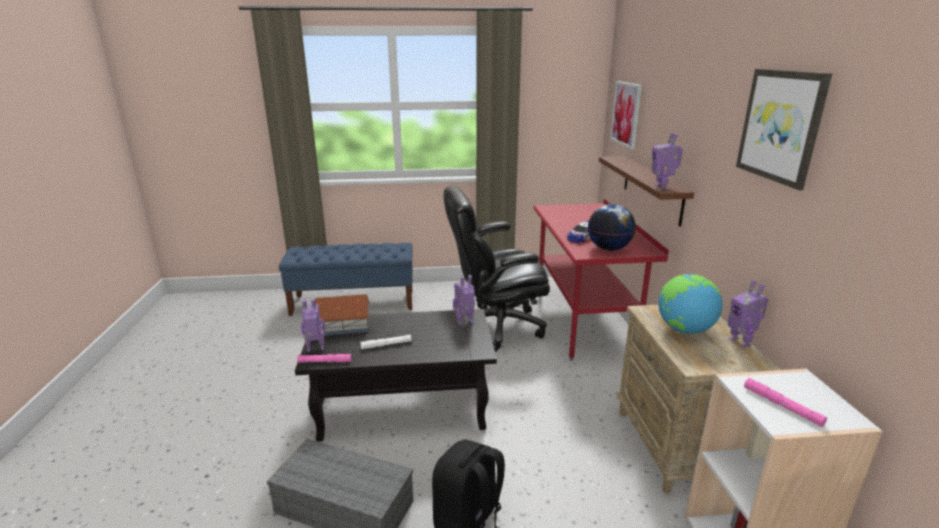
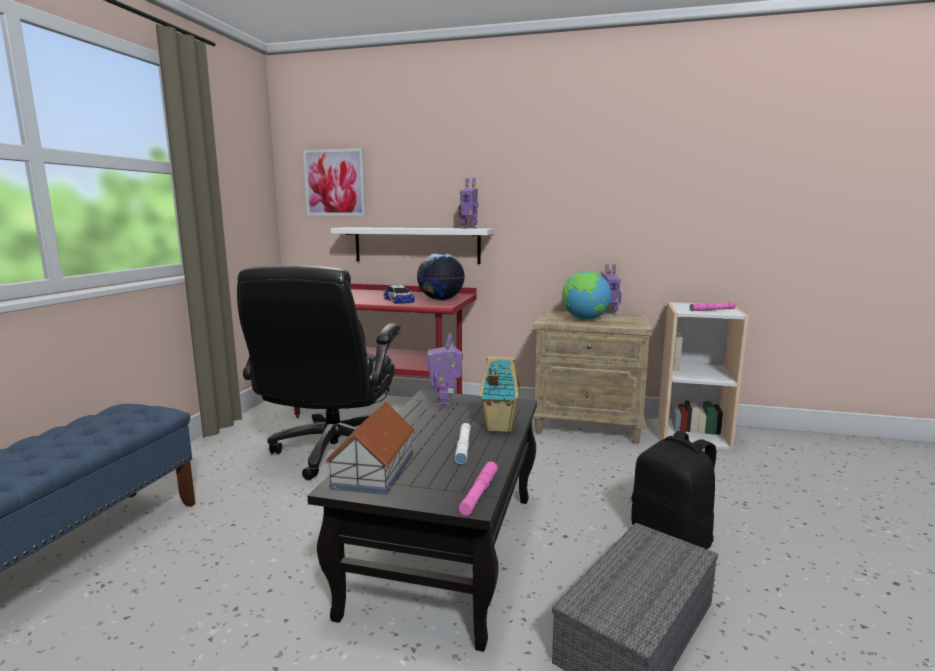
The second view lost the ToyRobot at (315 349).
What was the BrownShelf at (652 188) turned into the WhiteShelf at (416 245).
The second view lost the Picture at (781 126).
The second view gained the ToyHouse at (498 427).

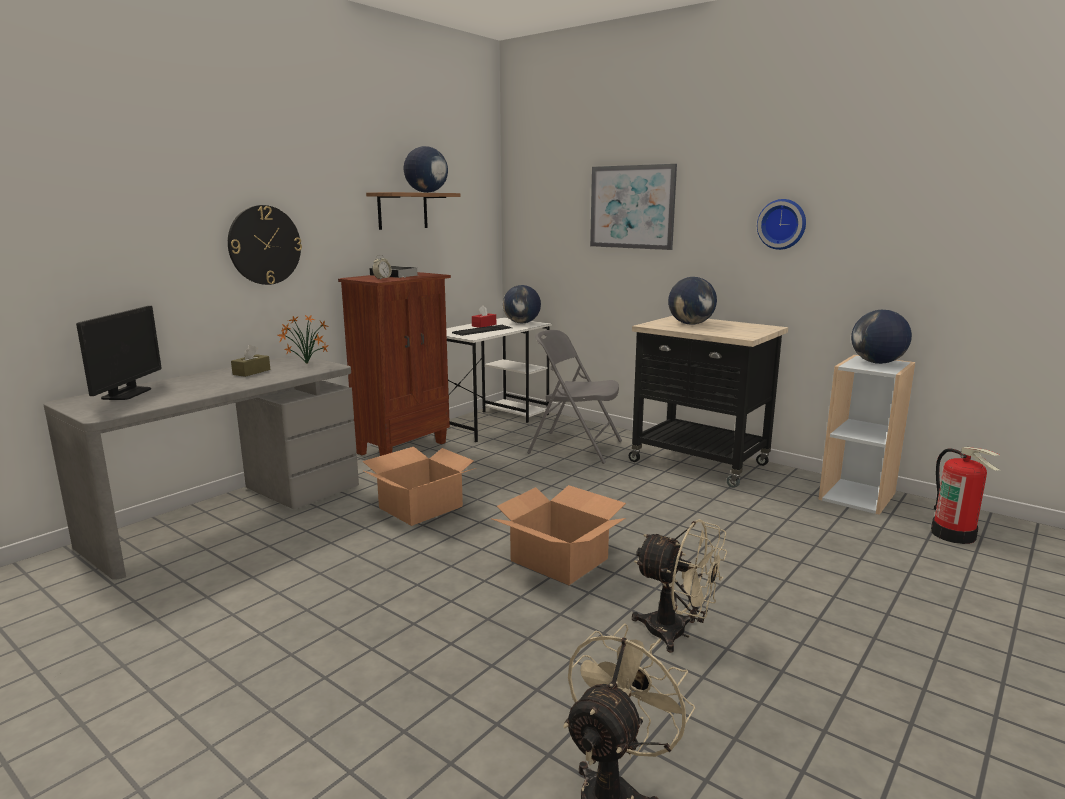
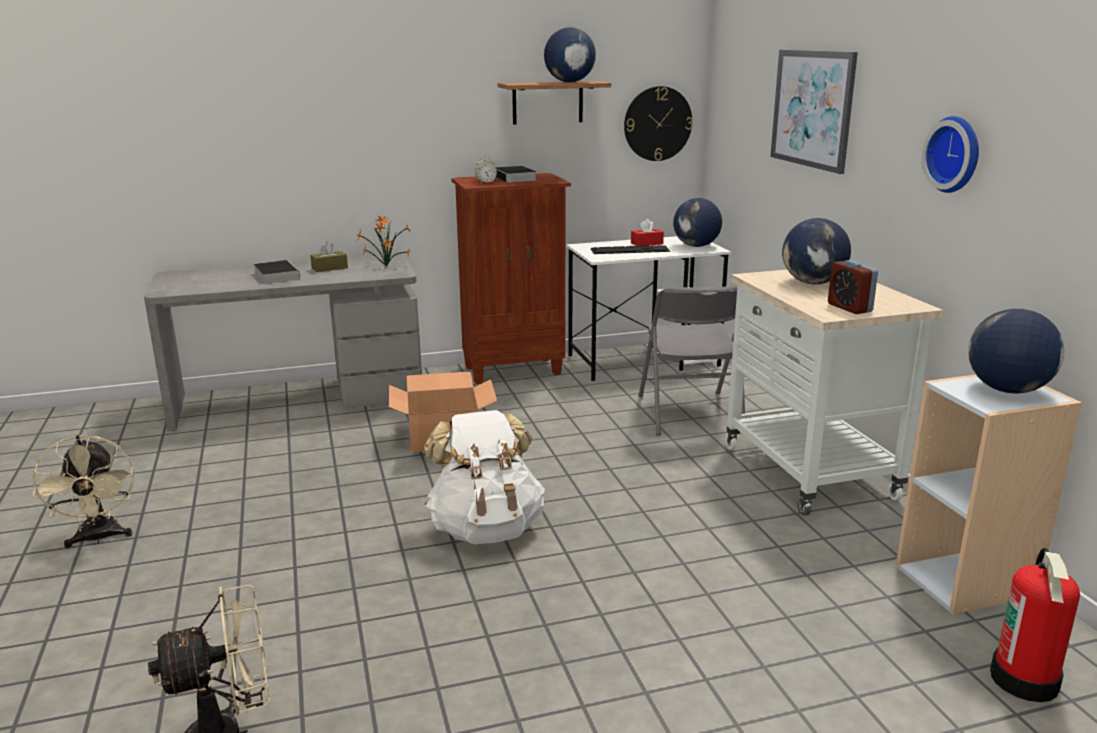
The second view lost the Monitor at (126 393).
The WallClock ended up elsewhere, having gone from (264 245) to (657 123).
Where the CardboardBox stood at (559 559), the WhiteBackpack came to stand at (486 528).
The GreyChair at (575 447) ended up facing another way, 150 degrees counterclockwise from before.
What was the BlackCart at (699 463) turned into the WhiteCart at (810 473).
The BeigeFan ended up elsewhere, having gone from (676 633) to (99 538).
The second view gained the Book at (275 275).
The second view gained the AlarmClock at (849 308).

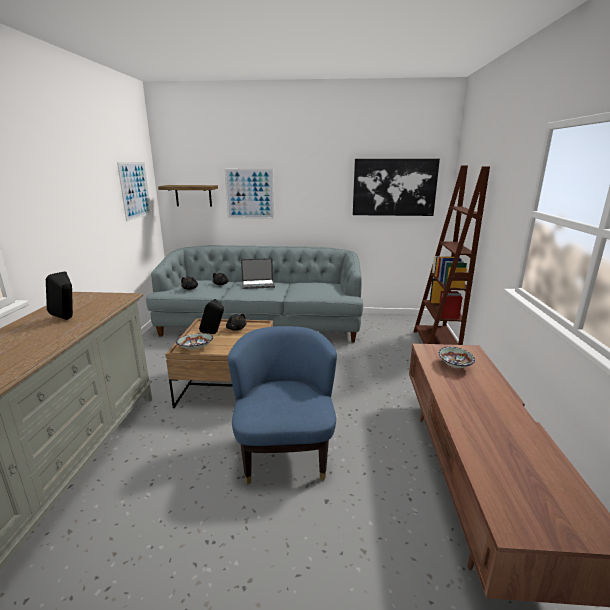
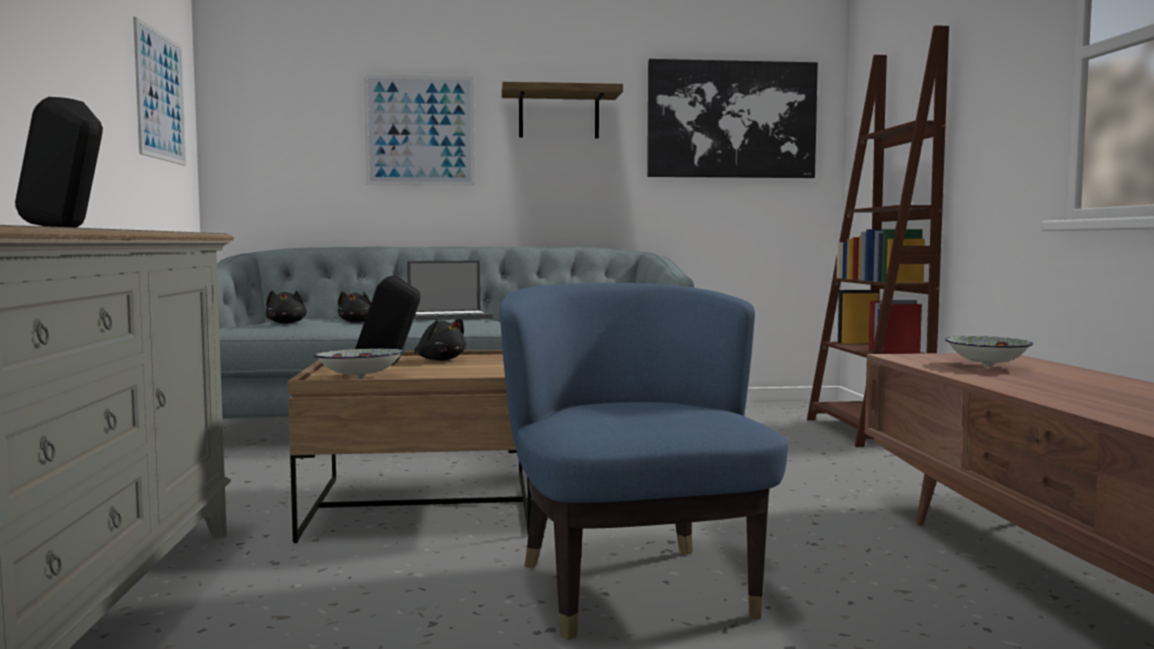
The Shelf ended up elsewhere, having gone from (193 195) to (559 114).

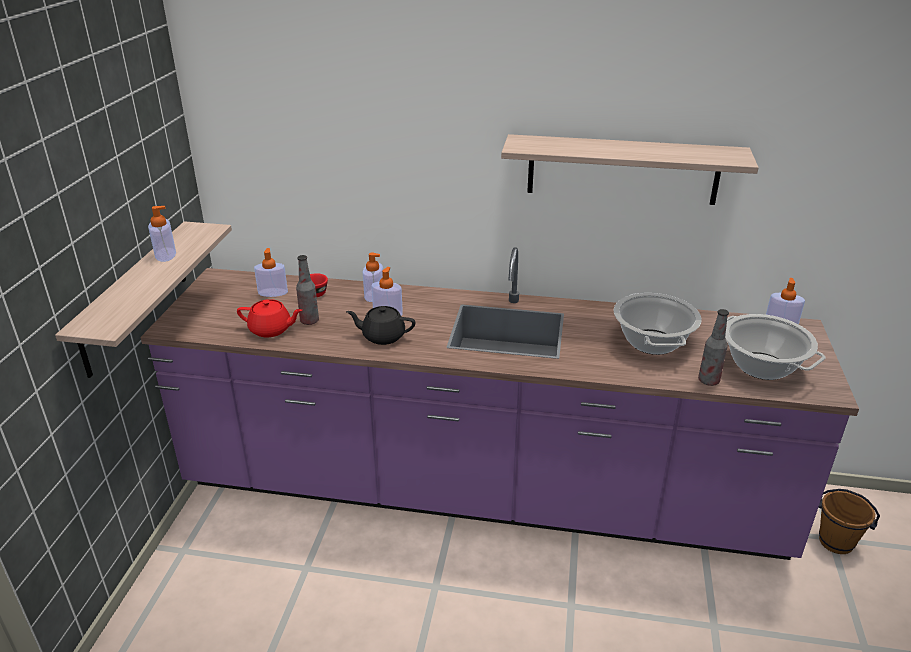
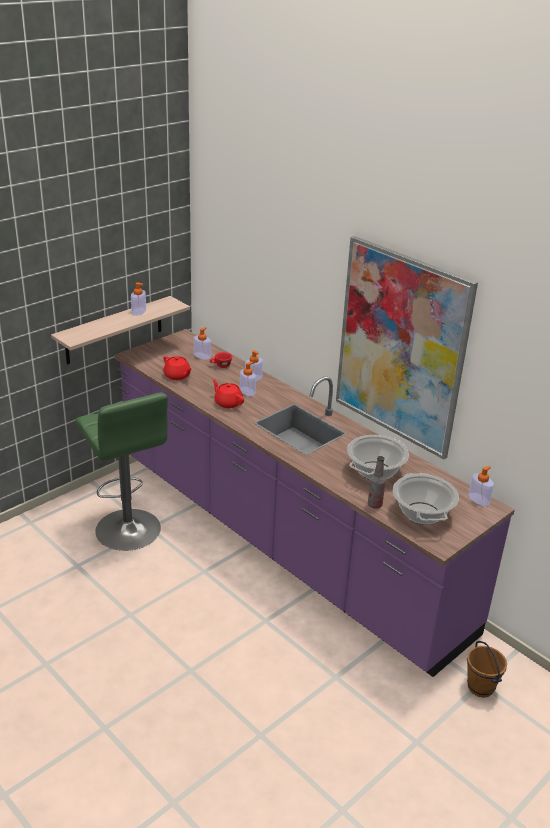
The second view lost the Bottle at (309 321).
What was the BlackTeapot at (382 336) turned into the RedTeapot at (228 403).
Where the Shelf hung at (622 169), the Picture came to hang at (400 347).
The second view gained the GreenStool at (127 530).

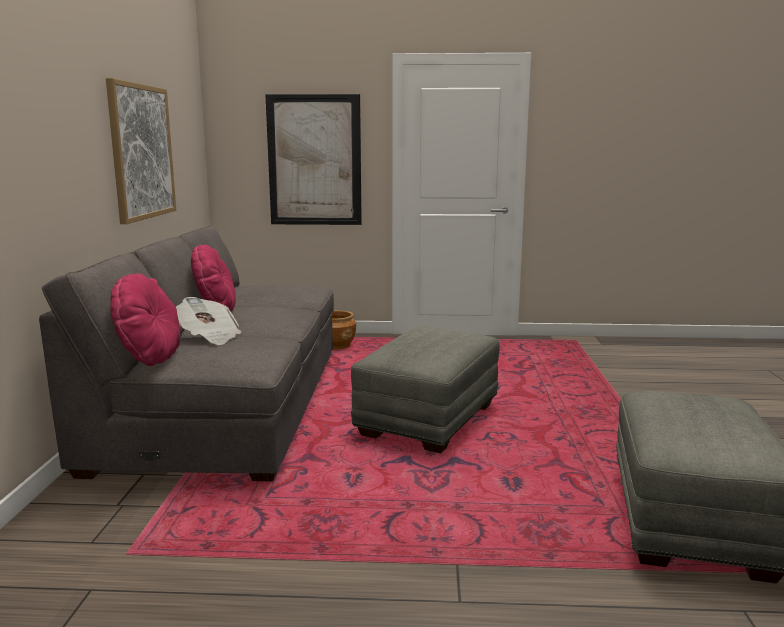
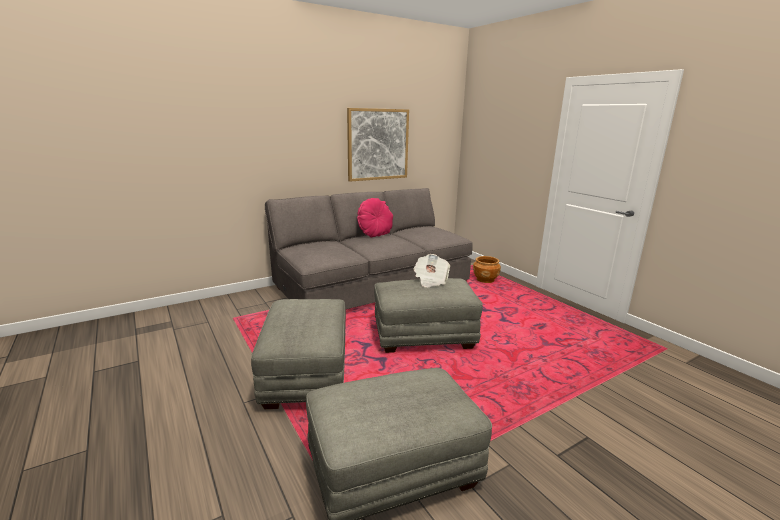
The second view lost the PinkPillow at (150 360).
The Newspaper ended up elsewhere, having gone from (209 337) to (430 280).
The second view lost the Picture at (314 160).
The second view gained the GreyOttoman at (305 375).

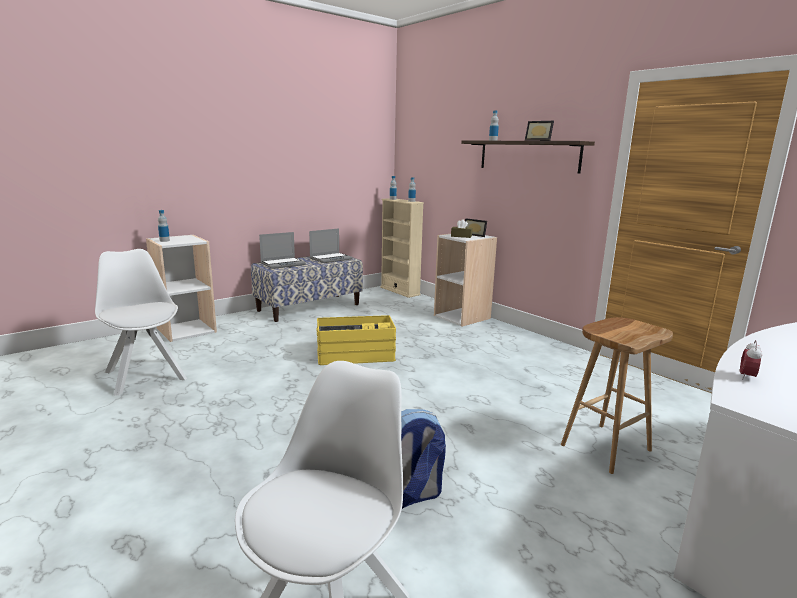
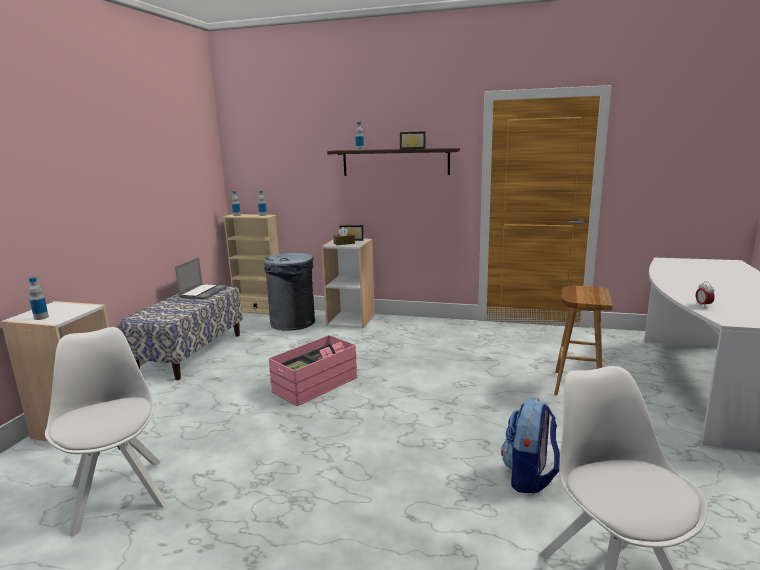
The WhiteChair at (145 375) ended up facing another way, 45 degrees clockwise from before.
The second view lost the Laptop at (283 264).
What was the YellowStorageBox at (355 354) turned into the PinkStorageBox at (315 383).
The second view gained the GreyTrashCan at (293 323).

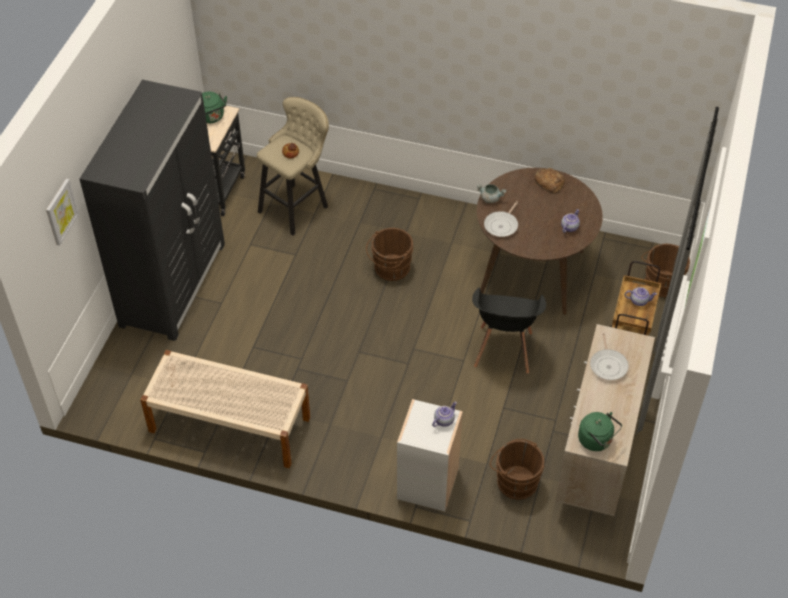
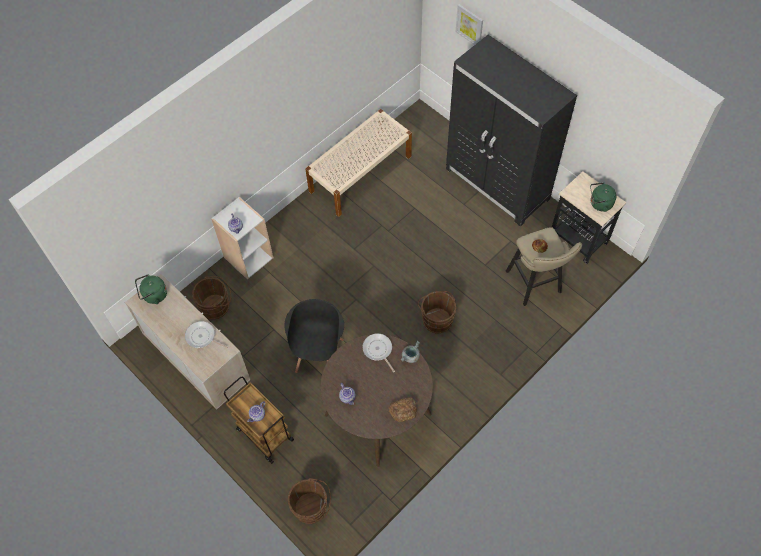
The BlackChair at (503 350) ended up facing another way, 60 degrees clockwise from before.

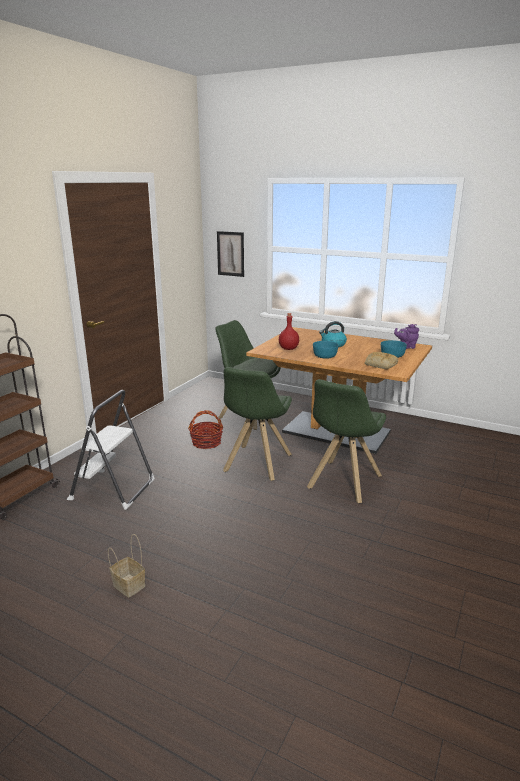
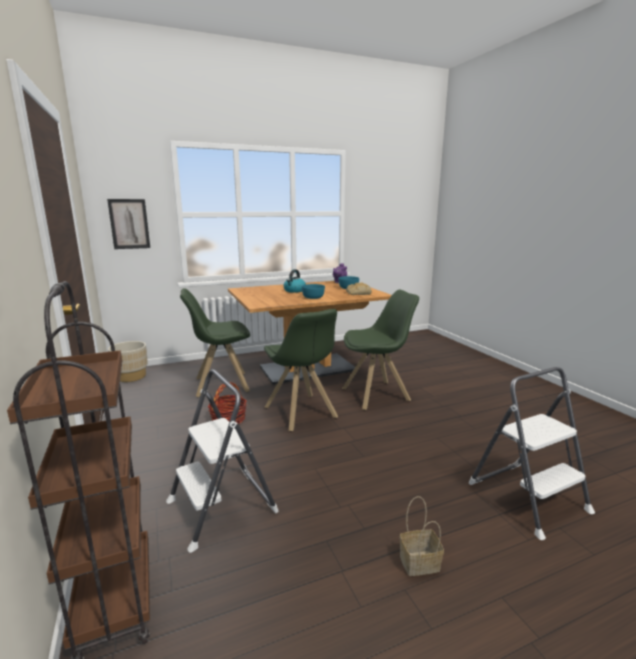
The second view lost the RedBottle at (288 348).
The GreenChair at (343 482) ended up facing another way, 90 degrees counterclockwise from before.
The second view gained the BeigePlanter at (131 376).
The second view gained the WhiteStepLadder at (524 494).

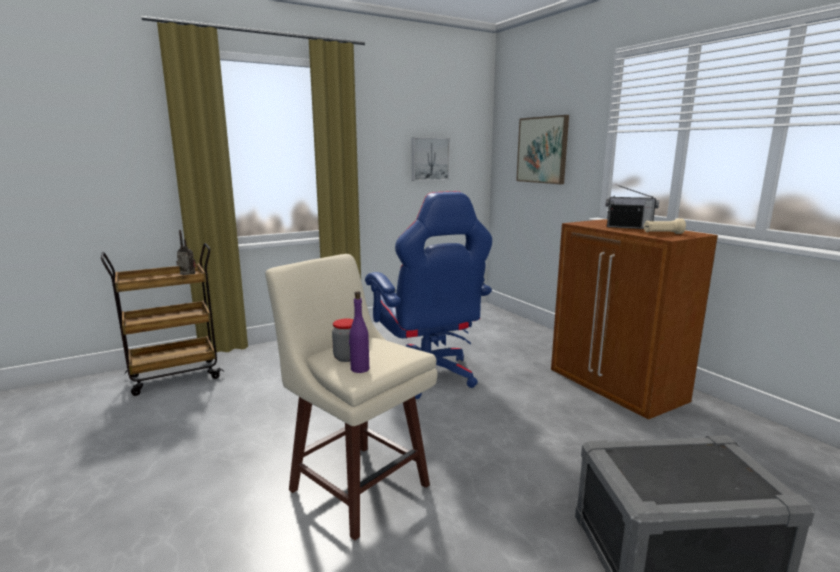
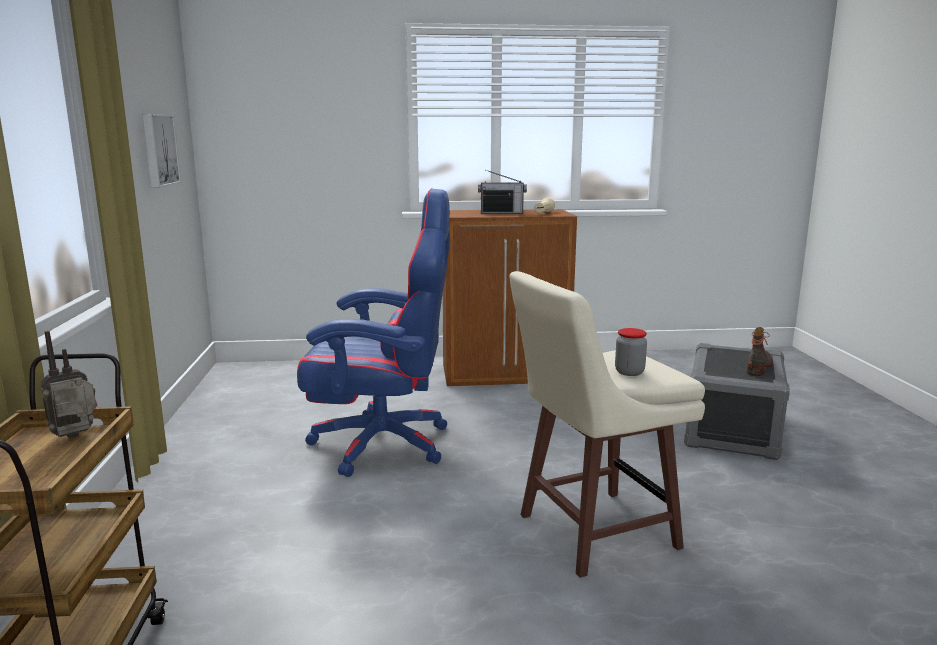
The second view lost the PurpleBottle at (359 369).
The second view lost the Picture at (542 150).
The Radio at (629 227) ended up facing another way, 45 degrees clockwise from before.
The second view gained the Boot at (759 366).

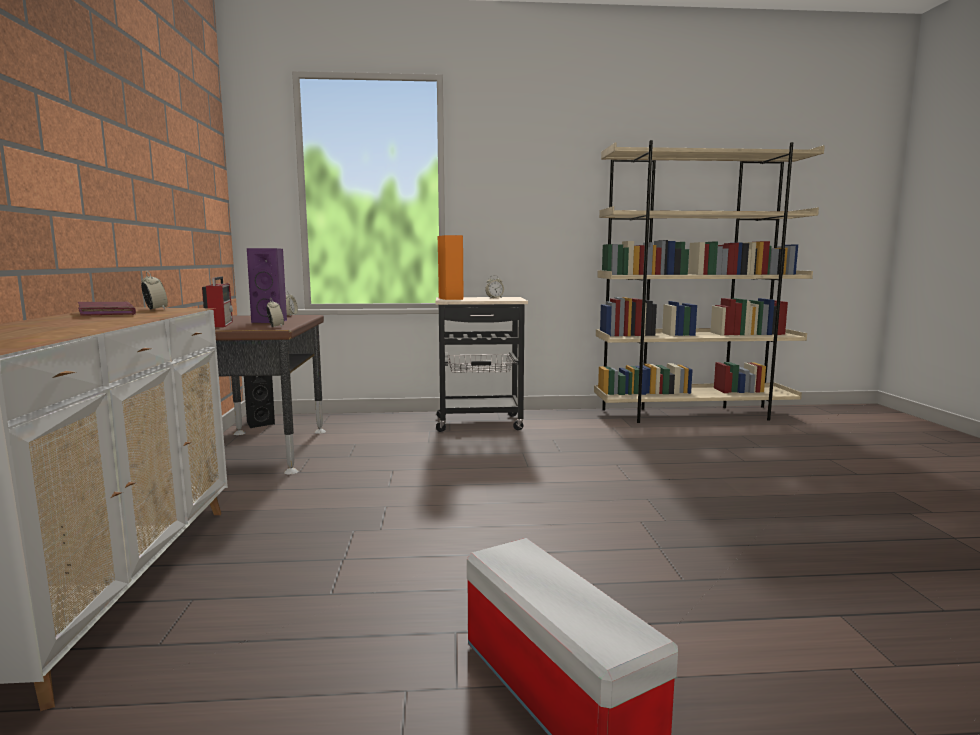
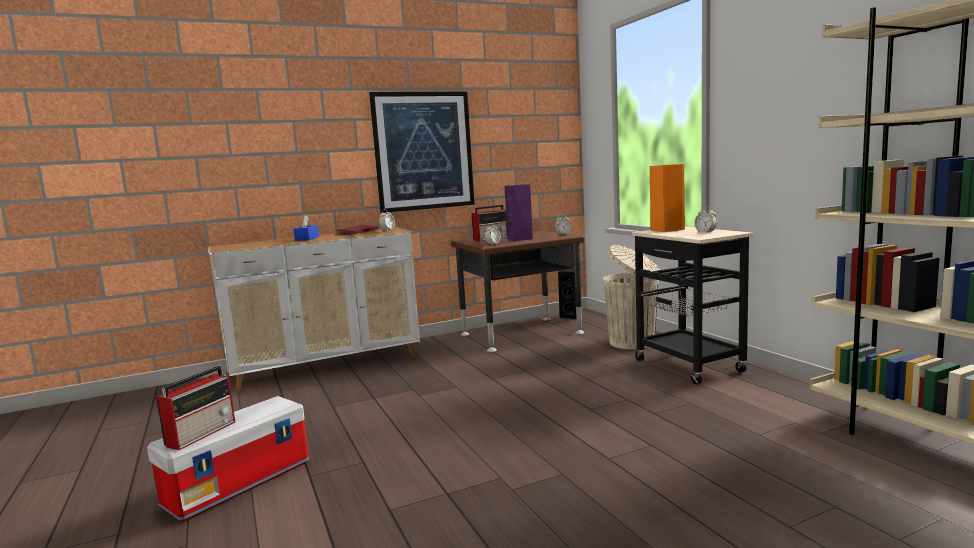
The second view gained the Radio at (202 433).
The second view gained the BlueTissueBox at (307 238).
The second view gained the Picture at (423 151).
The second view gained the BeigeTrashCan at (633 342).

